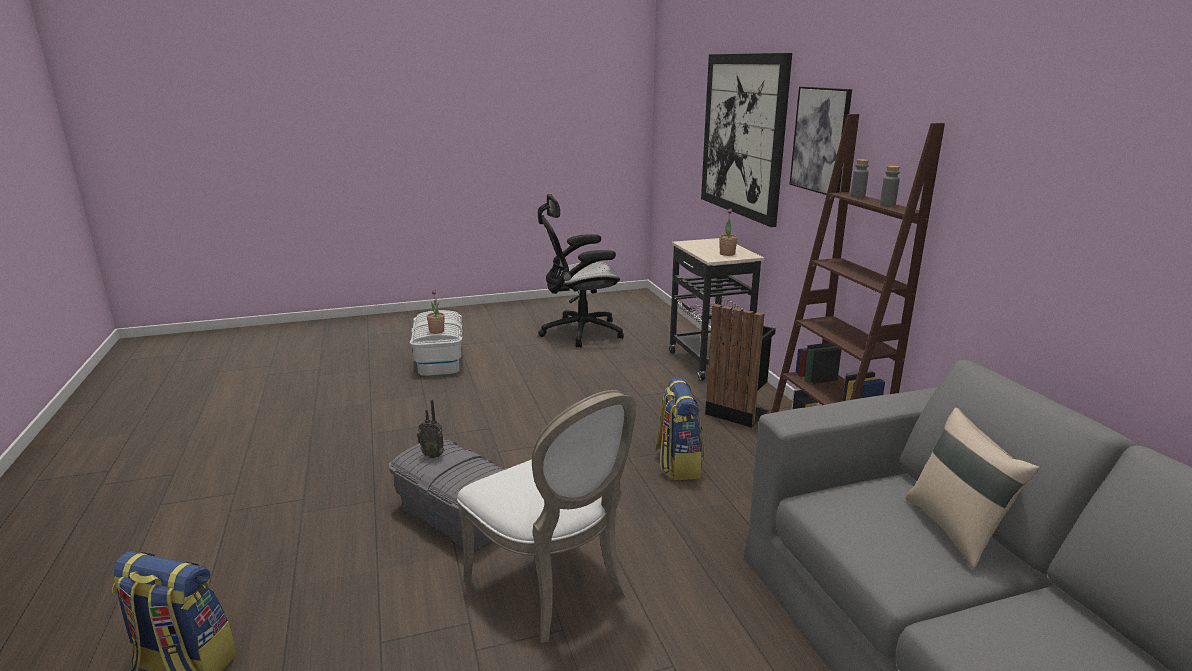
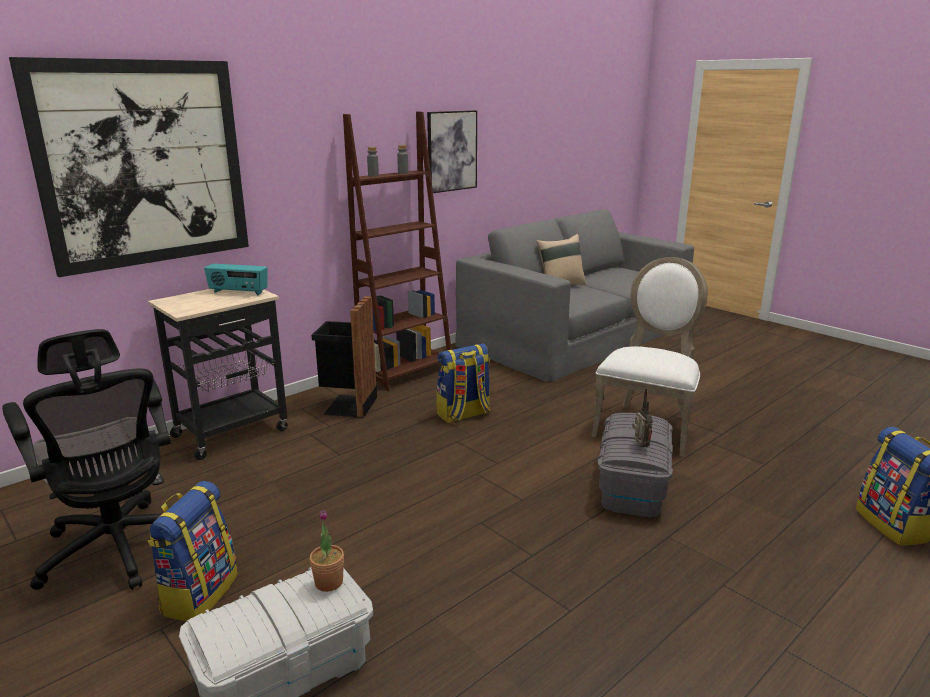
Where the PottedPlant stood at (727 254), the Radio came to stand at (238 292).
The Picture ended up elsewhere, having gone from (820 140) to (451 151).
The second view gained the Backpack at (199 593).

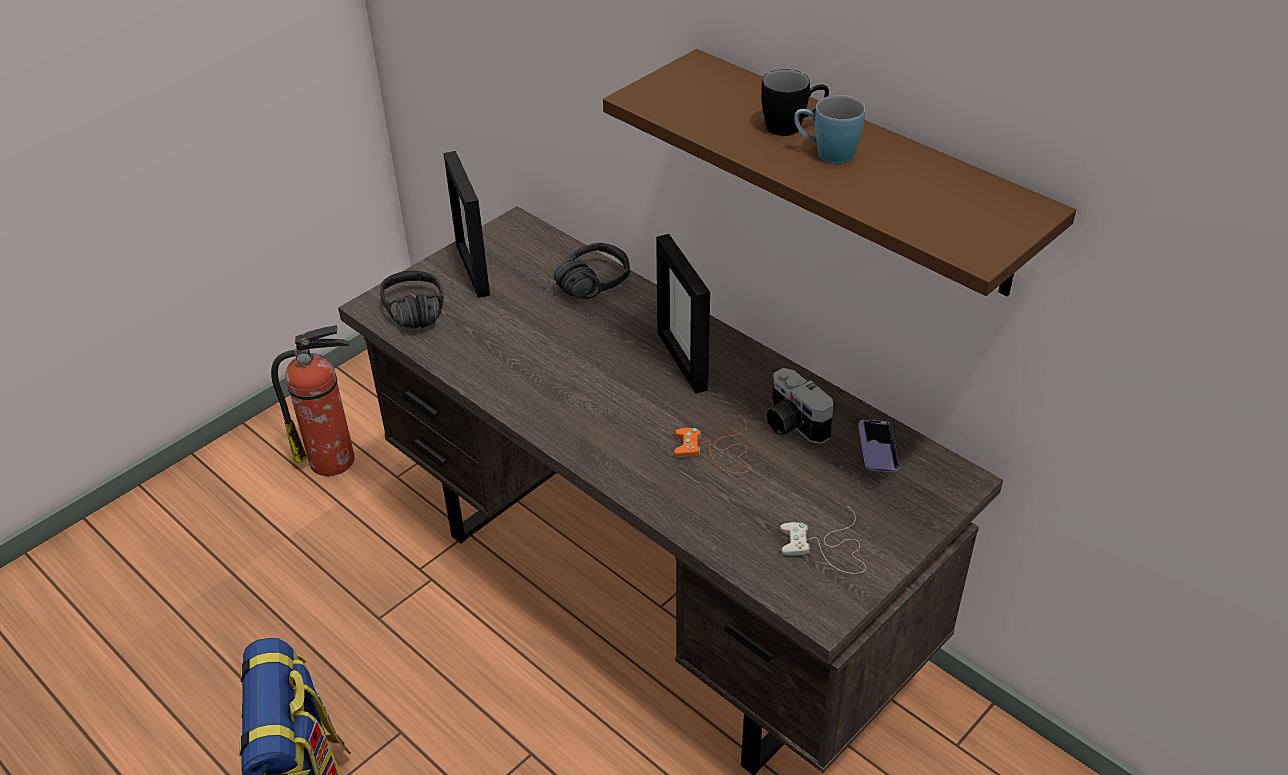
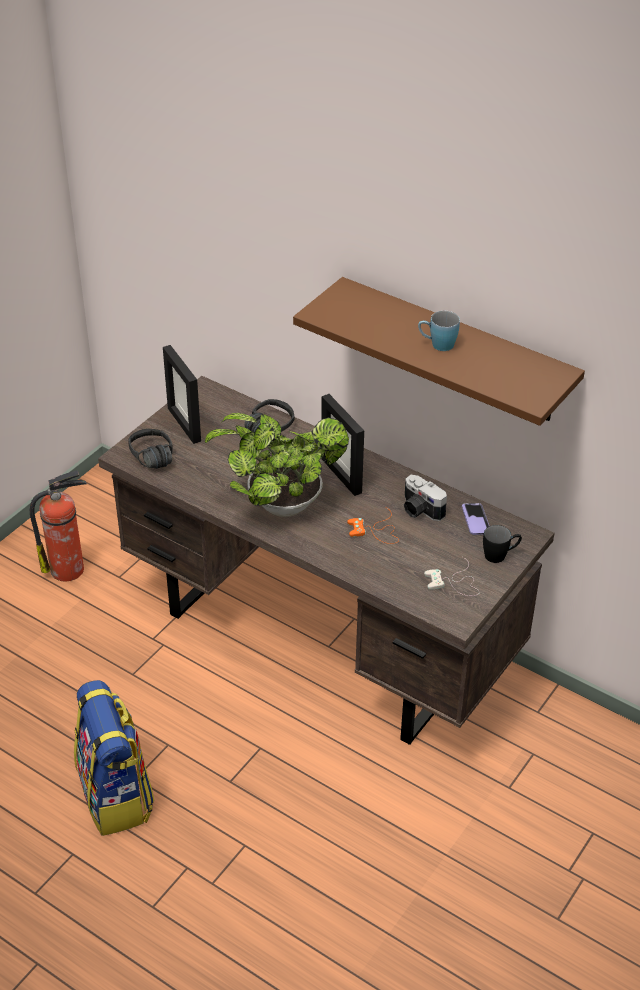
The BlackMug ended up elsewhere, having gone from (792 126) to (500 555).
The second view gained the PottedPlant at (279 504).

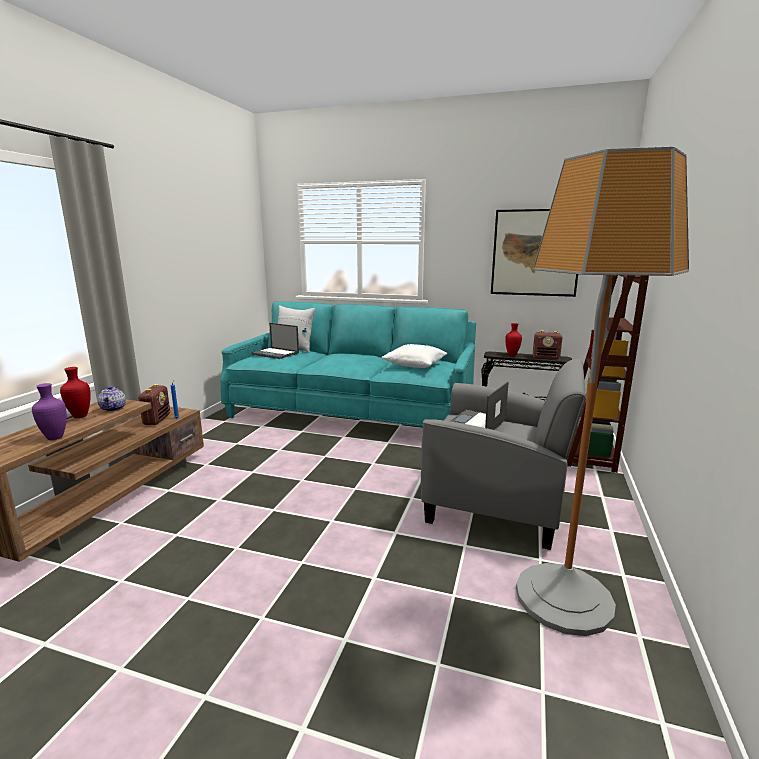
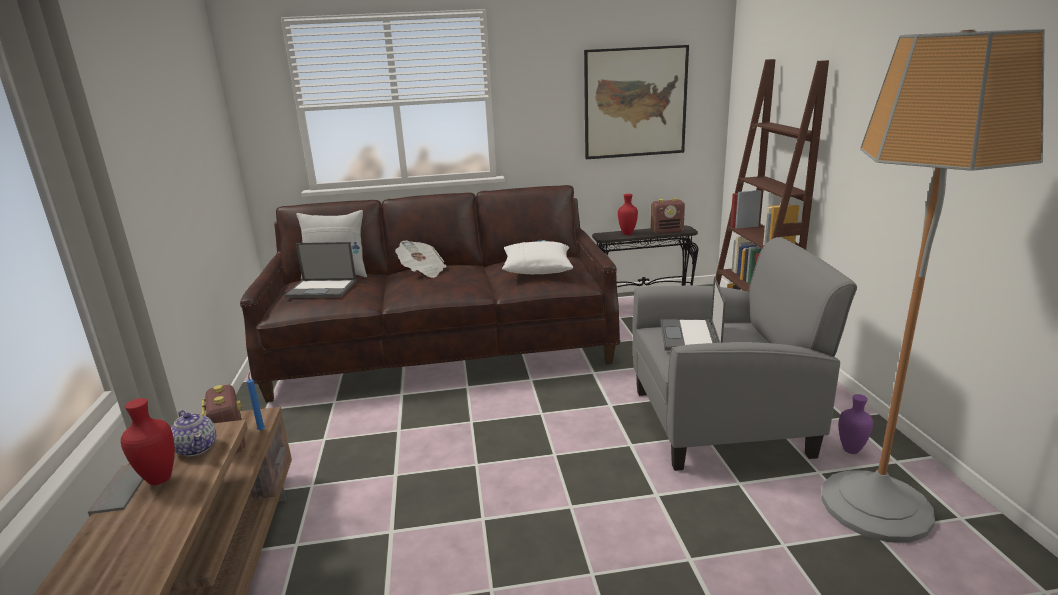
The PurpleVase ended up elsewhere, having gone from (54 438) to (851 451).
What was the TurquoiseSofa at (352 412) turned into the BrownSofa at (443 348).
The second view gained the Newspaper at (422 271).

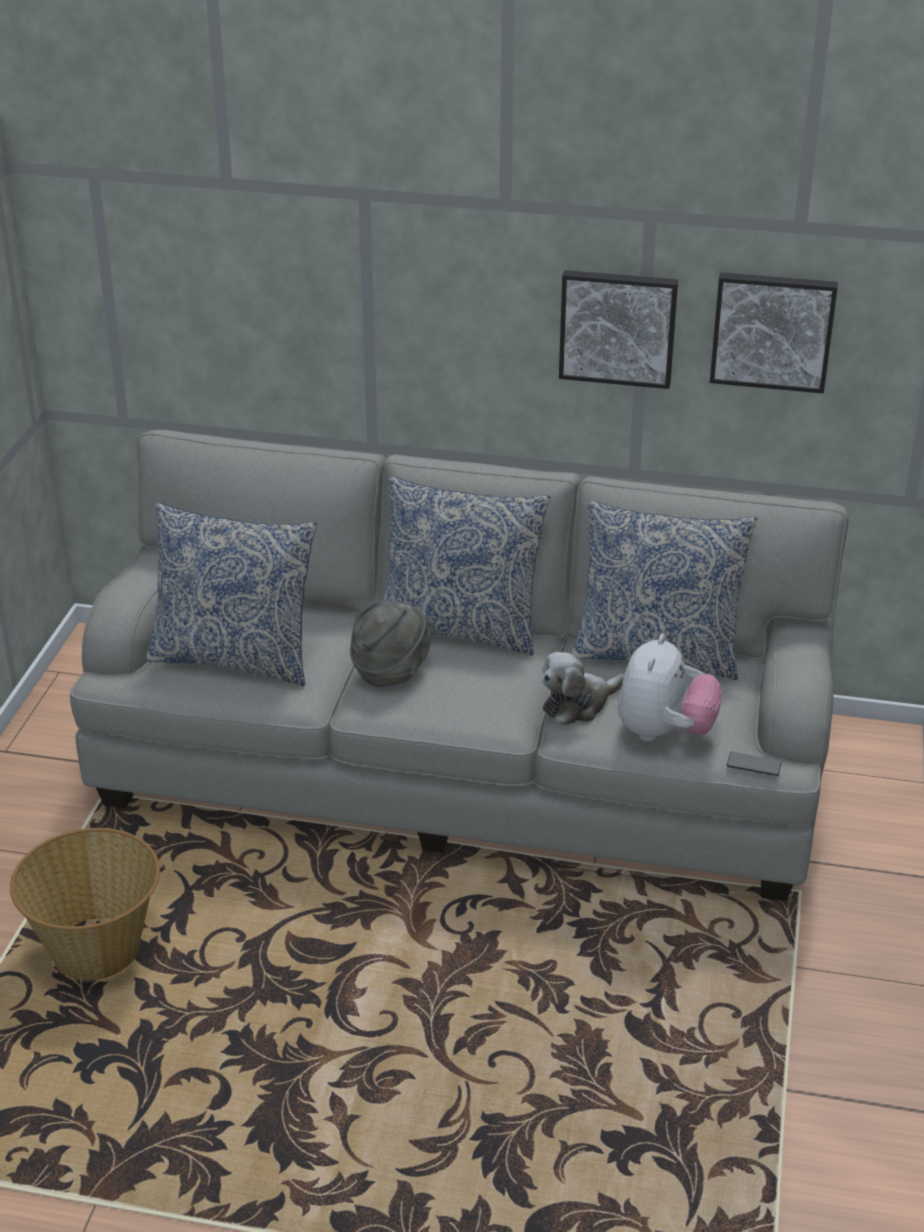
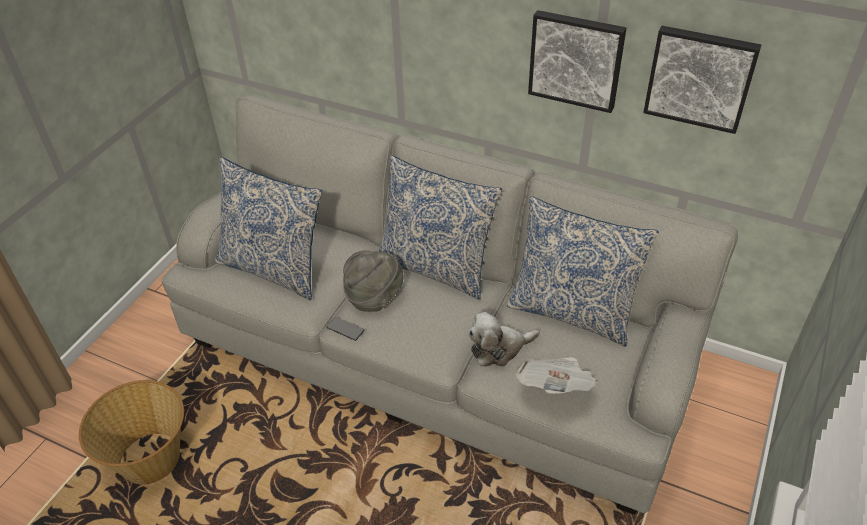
Where the PlushToy stood at (664 732), the Newspaper came to stand at (555 387).
The Phone ended up elsewhere, having gone from (754 765) to (345 329).

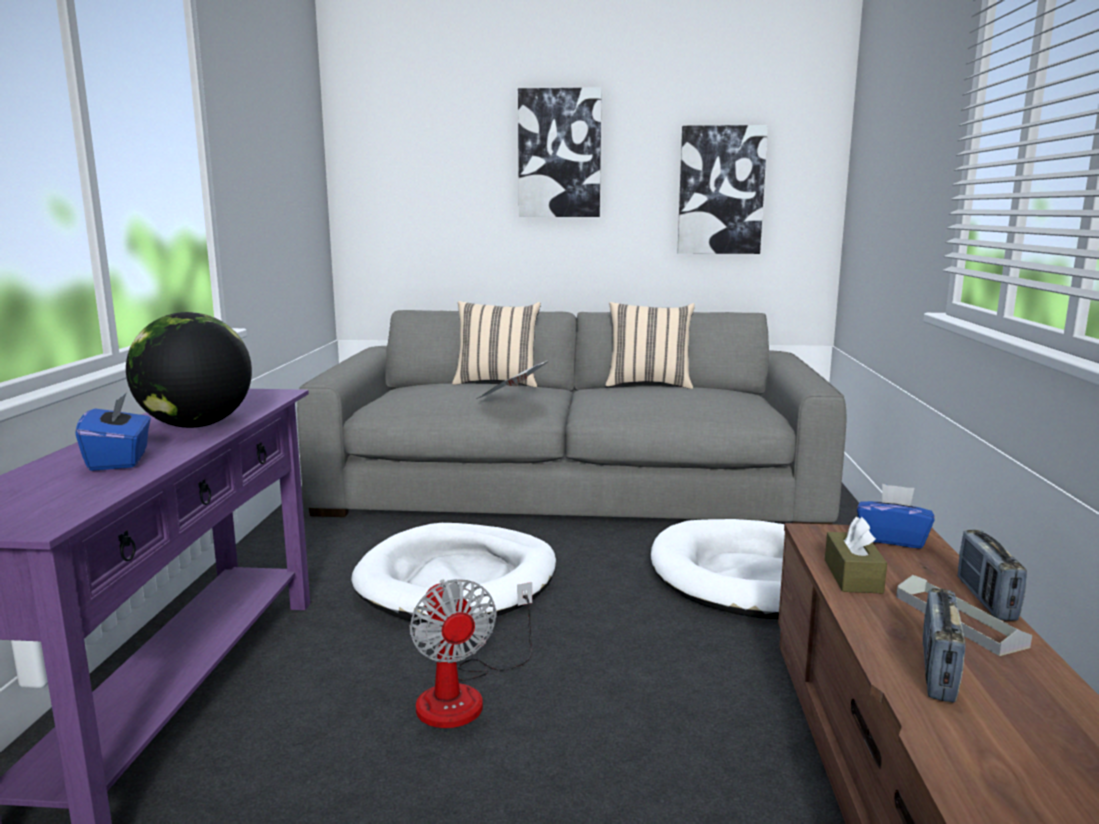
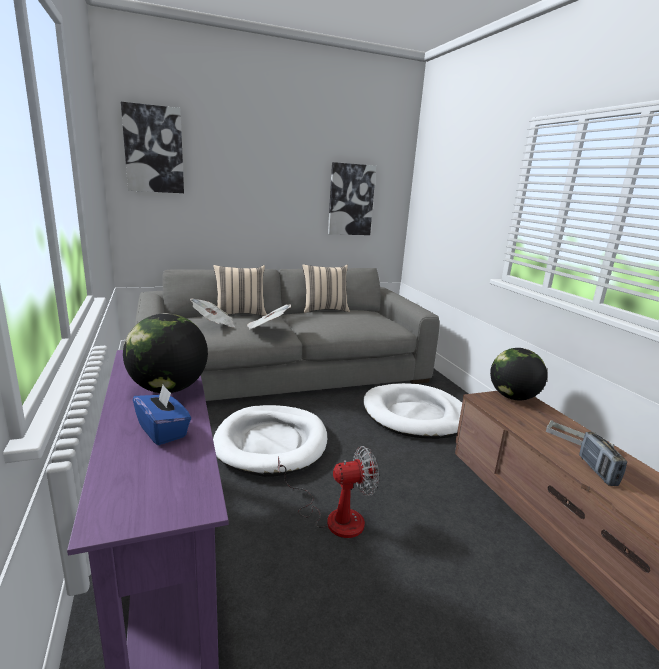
The Fan at (465 694) ended up facing another way, 60 degrees counterclockwise from before.
The Picture ended up elsewhere, having gone from (559 154) to (154 149).
The second view lost the BrownTissueBox at (852 576).
Where the BlueTissueBox stood at (892 539), the Globe came to stand at (513 397).
The second view lost the Radio at (985 599).
The second view gained the Newspaper at (214 324).

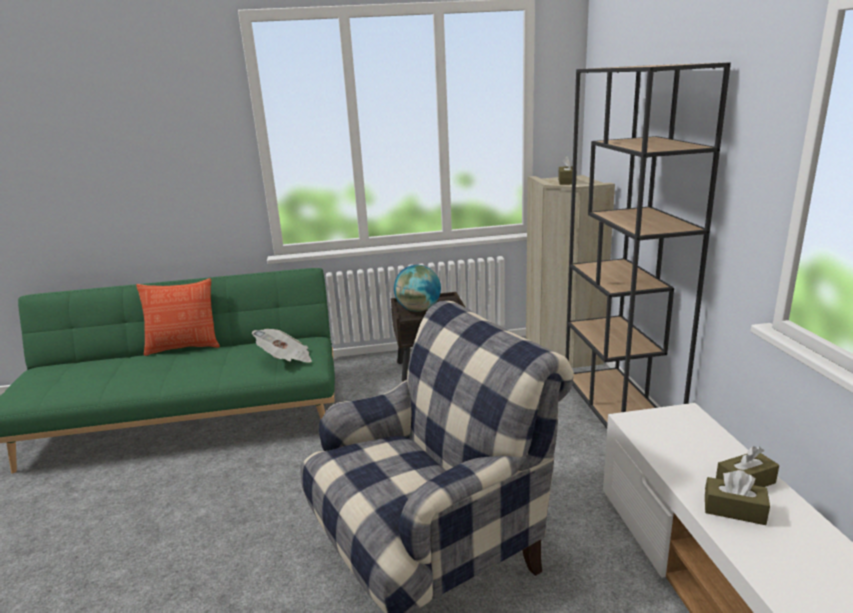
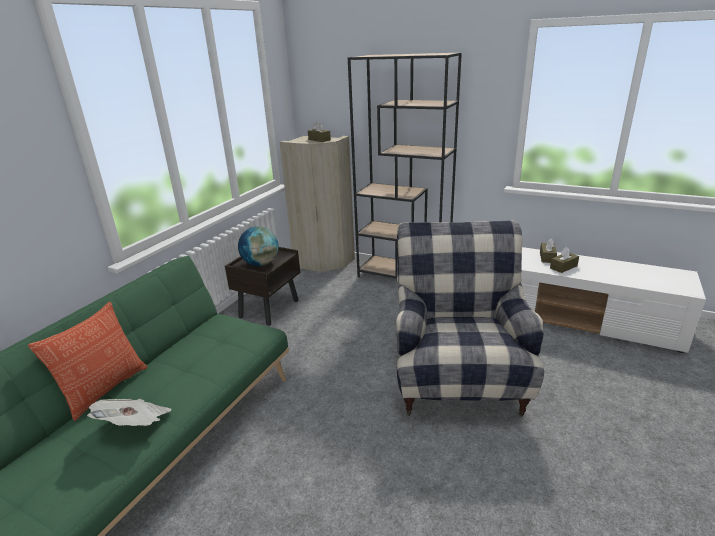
The Newspaper ended up elsewhere, having gone from (285 359) to (136 424).

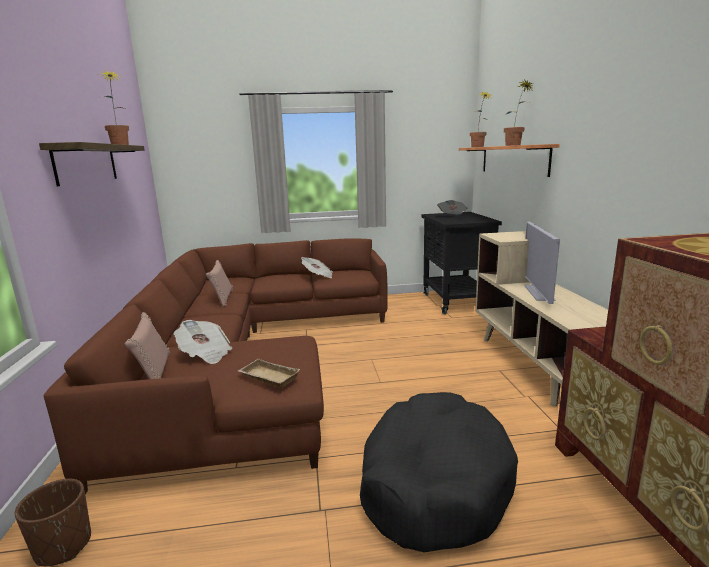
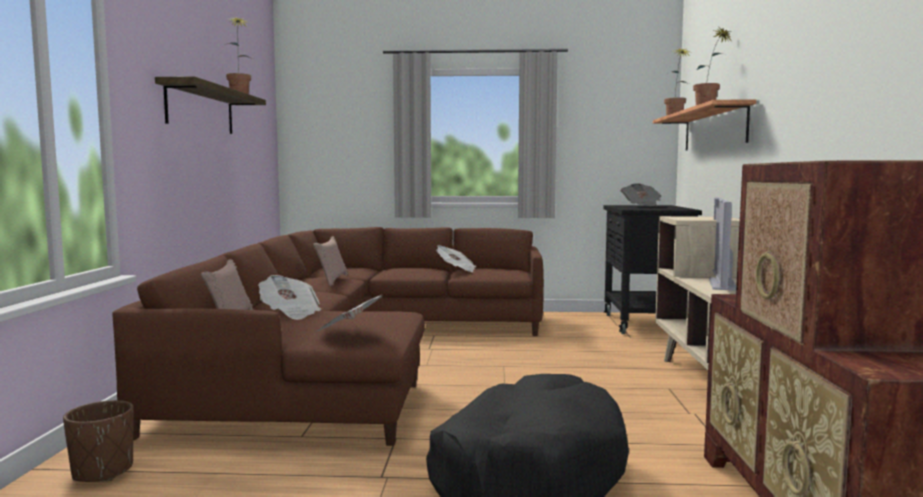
Where the BeigeTray stood at (267 377), the Newspaper came to stand at (349 332).

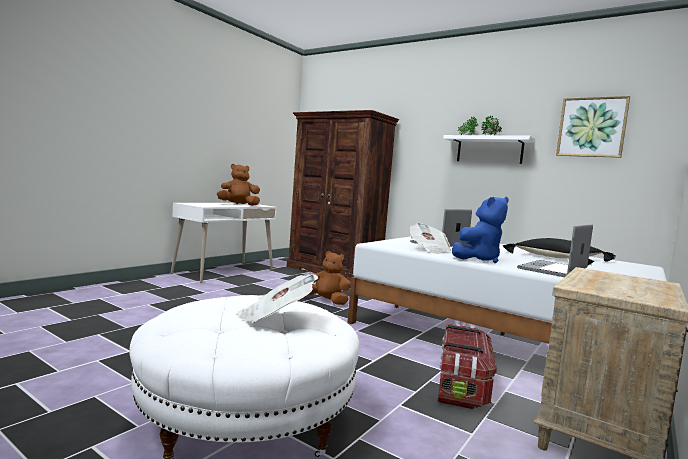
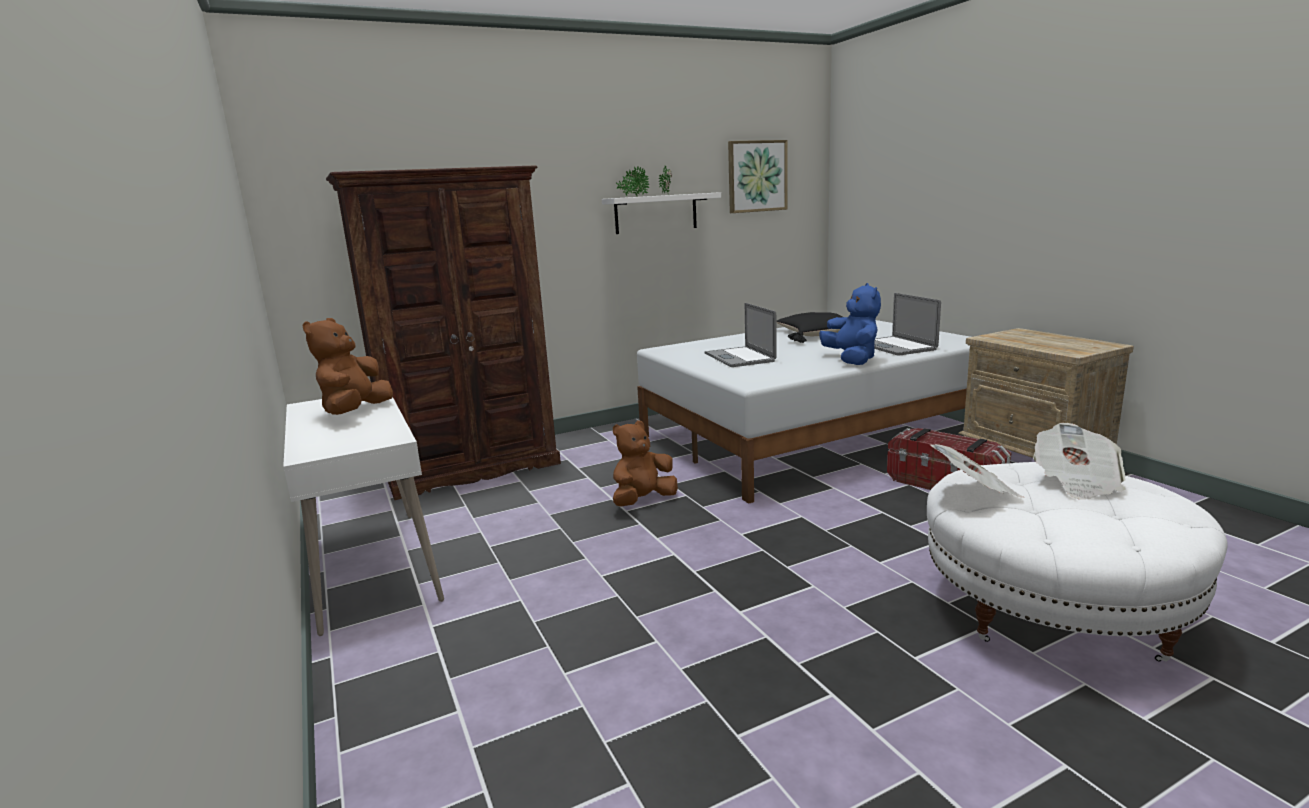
The Newspaper ended up elsewhere, having gone from (429 250) to (974 491).

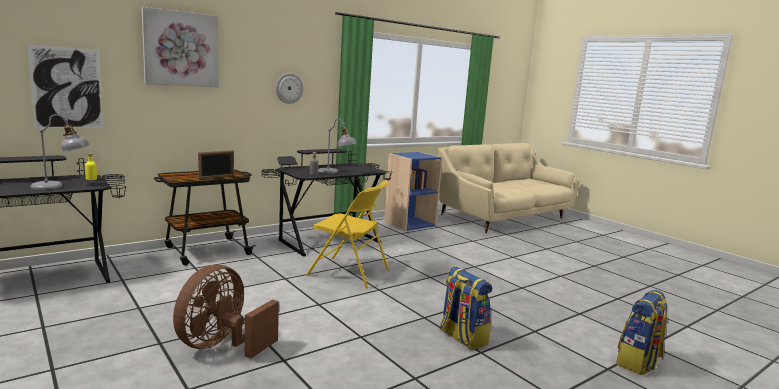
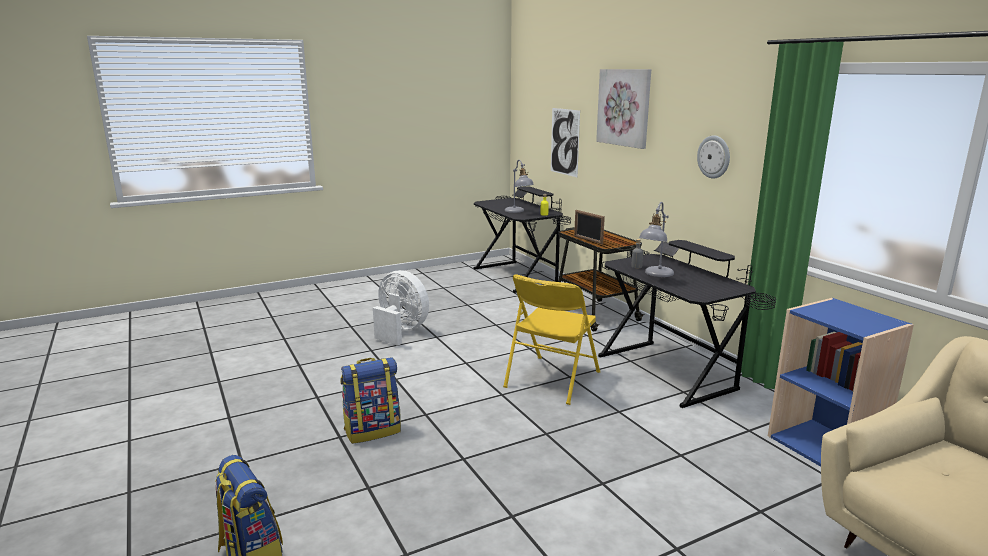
What was the BrownFan at (222 346) turned into the WhiteFan at (400 331).

